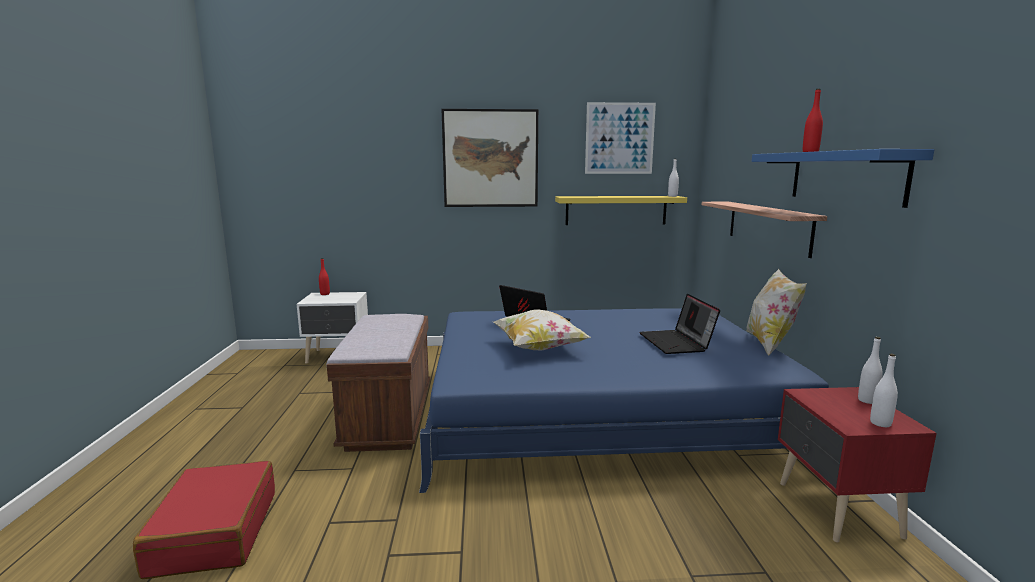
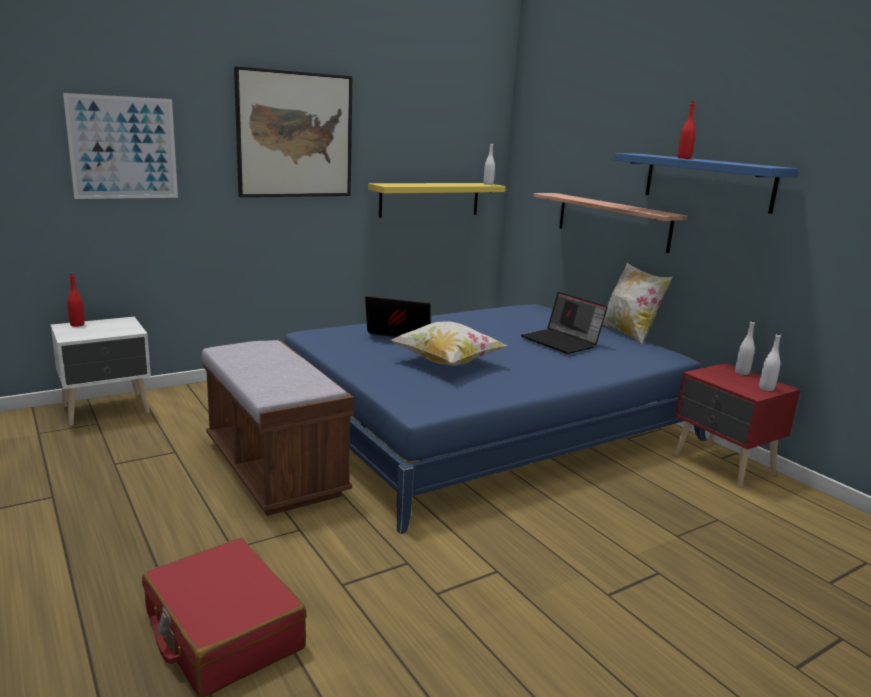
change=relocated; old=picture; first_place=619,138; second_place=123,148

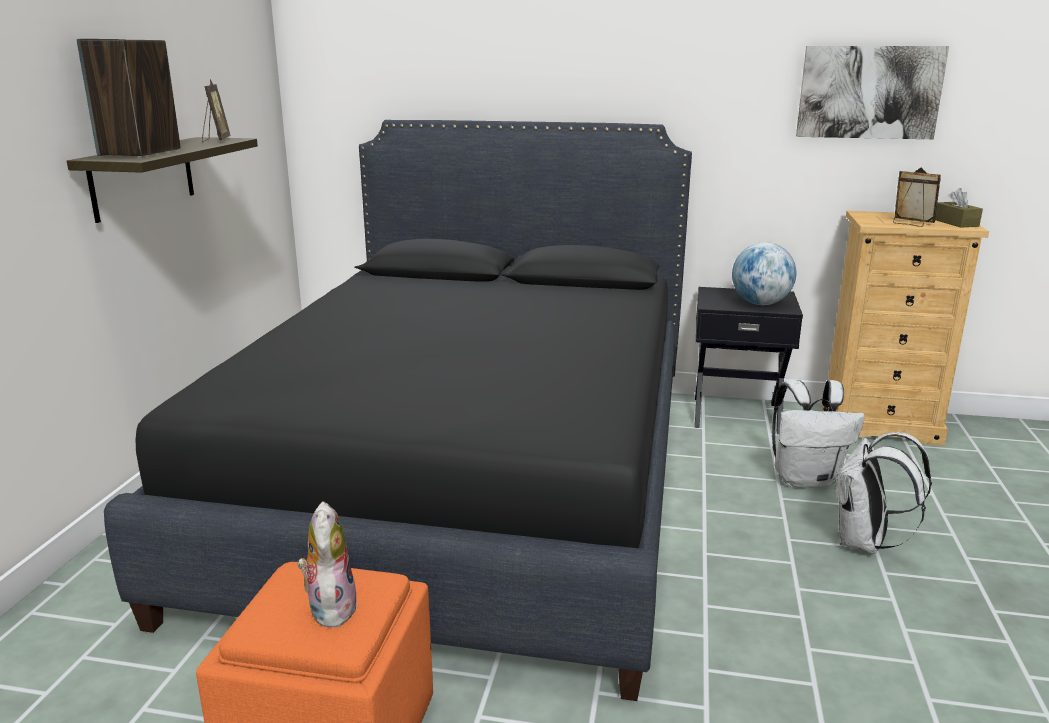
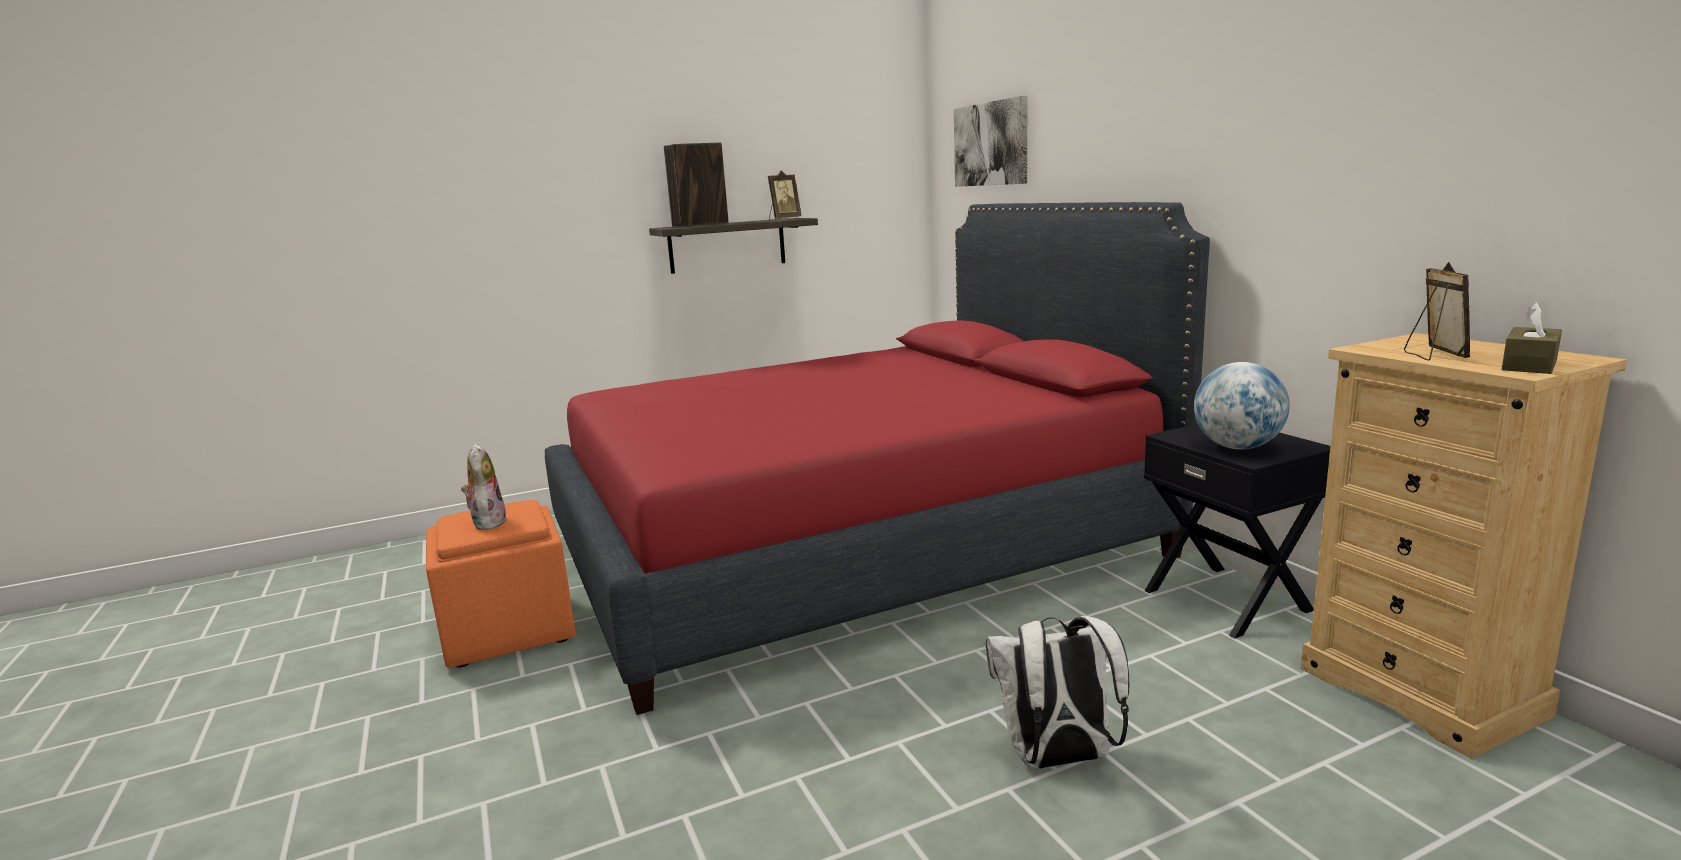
change=spun; old=plush toy; first_place=330,607; second_place=487,522; degrees=-60
change=colour; old=bed (black); new=bed (red); first_place=469,484; second_place=854,548
change=relocated; old=picture; first_place=869,92; second_place=991,144
change=missing; old=backpack (white); first_place=805,479

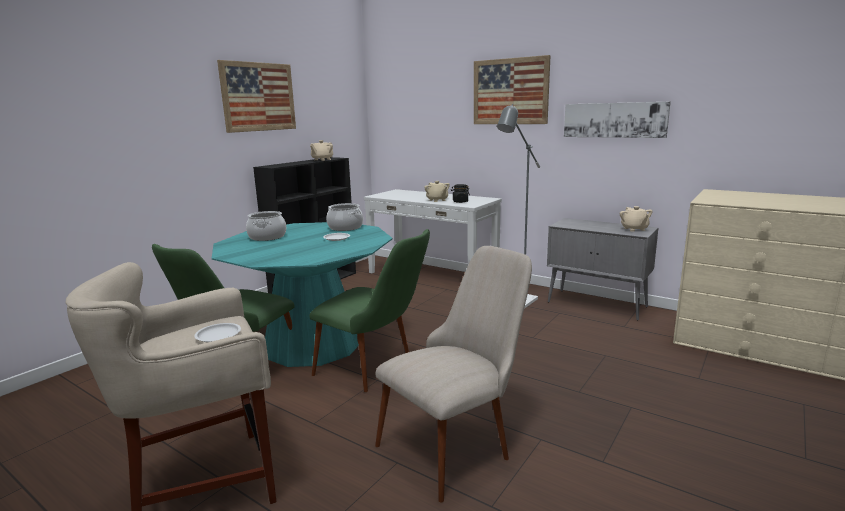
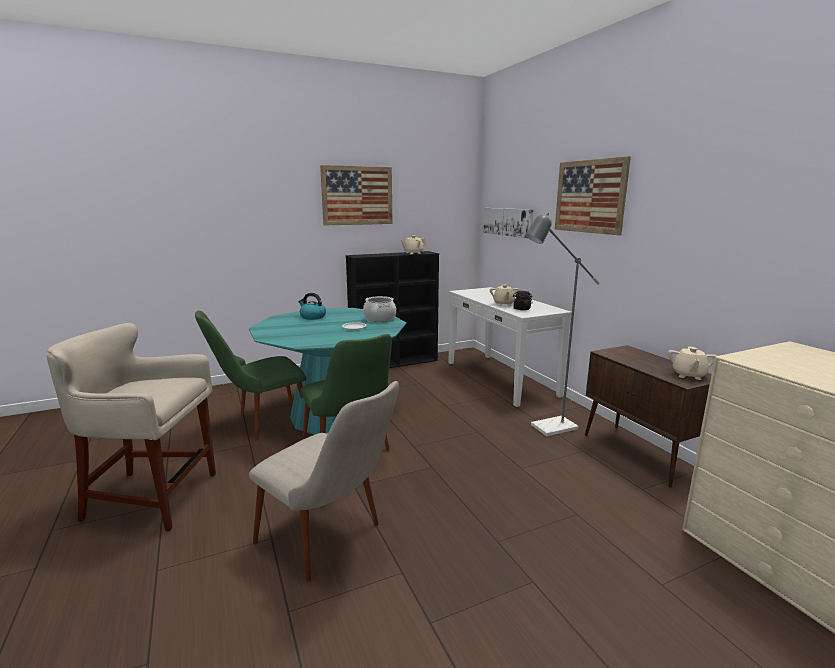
change=spun; old=chair (beige); first_place=457,442; second_place=332,542; degrees=45
change=exchanged; old=cooking pot; new=kettle; first_place=267,237; second_place=312,317
change=relocated; old=picture; first_place=614,120; second_place=508,222
change=colour; old=cabinet (grey); new=cabinet (brown); first_place=597,304; second_place=641,454
change=missing; old=plate (white); first_place=219,335

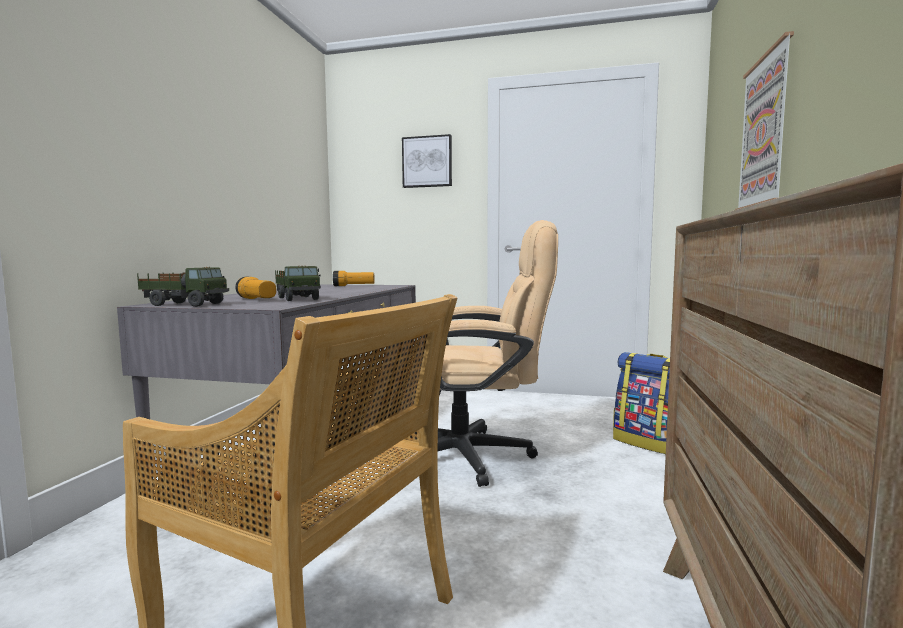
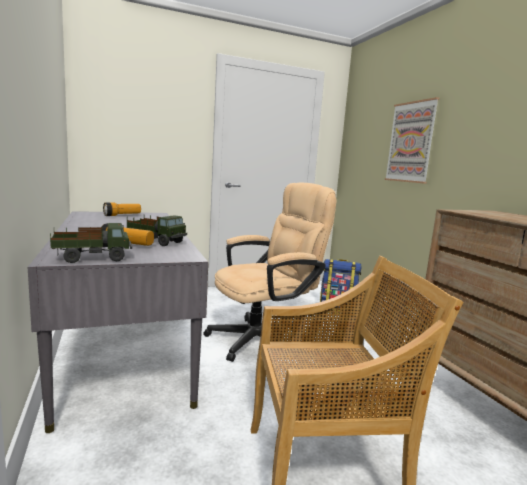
change=missing; old=picture; first_place=427,162

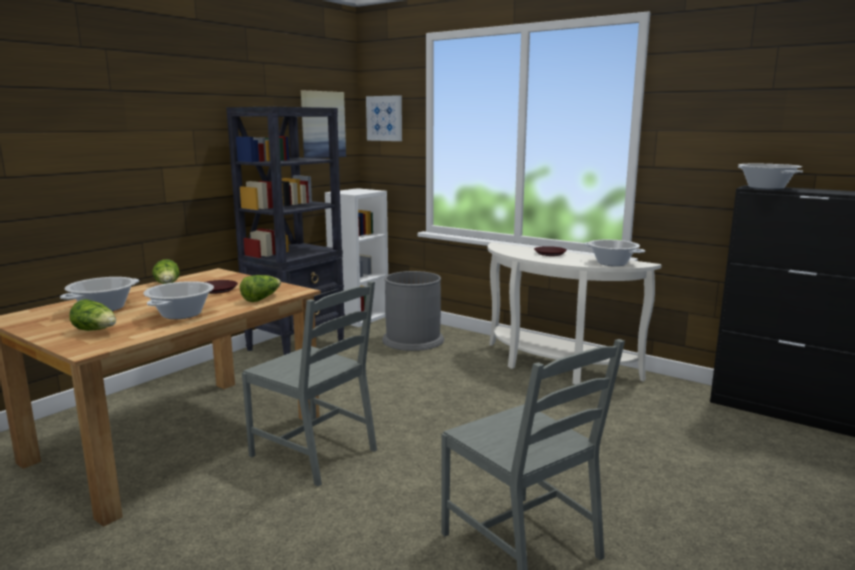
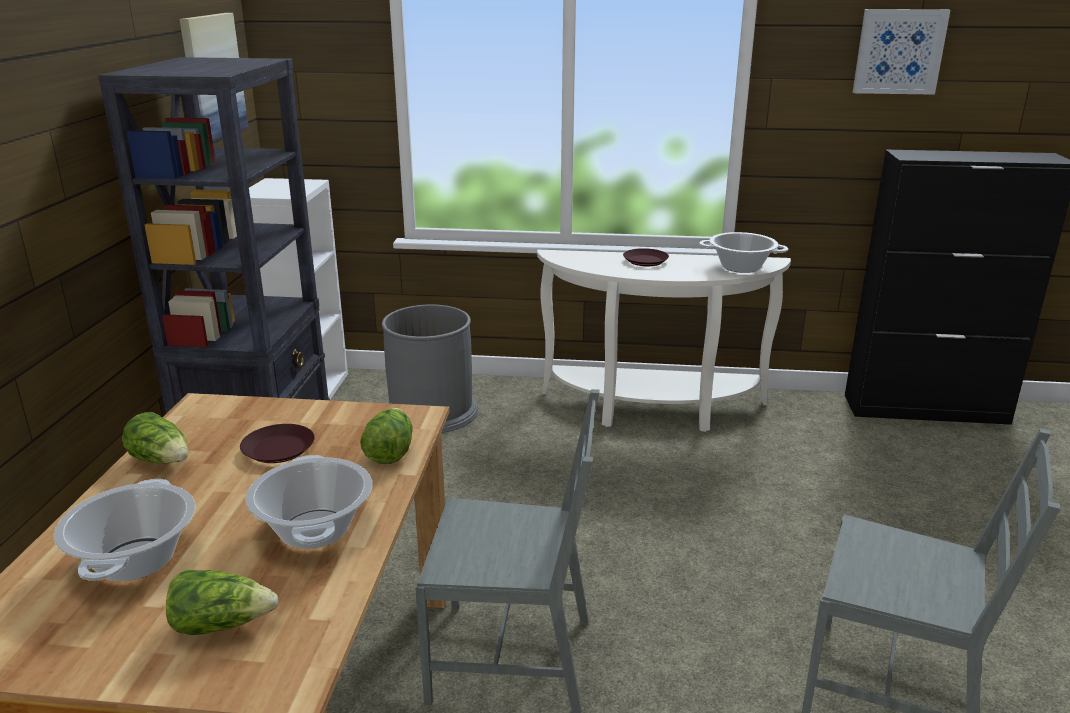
change=relocated; old=picture; first_place=384,118; second_place=899,52
change=missing; old=cooking pot; first_place=766,188

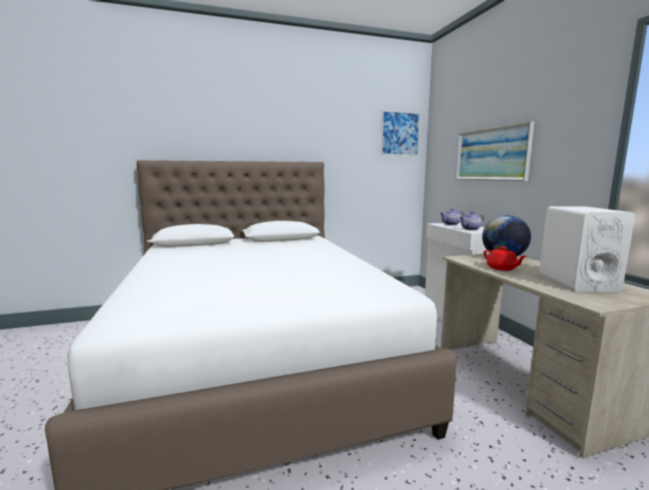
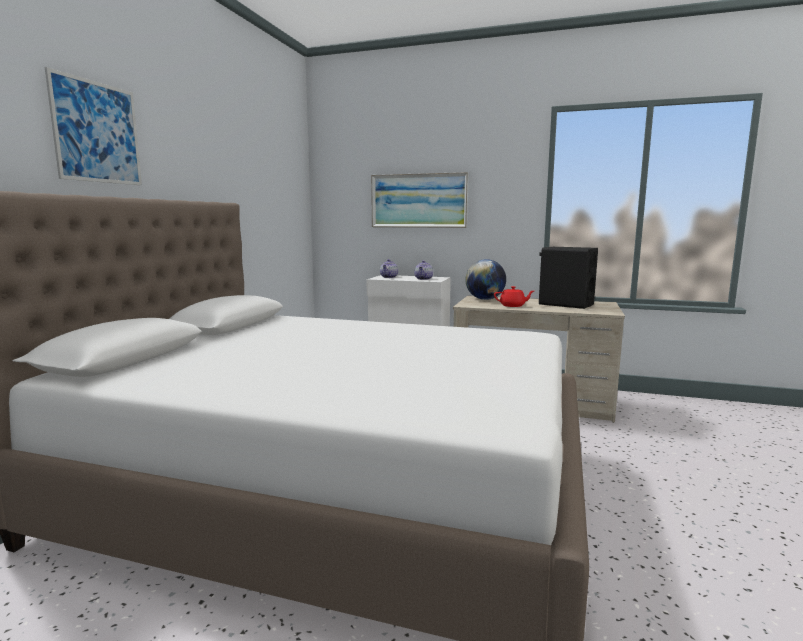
change=relocated; old=picture; first_place=400,133; second_place=97,132
change=colour; old=speaker (white); new=speaker (black); first_place=576,282; second_place=565,304

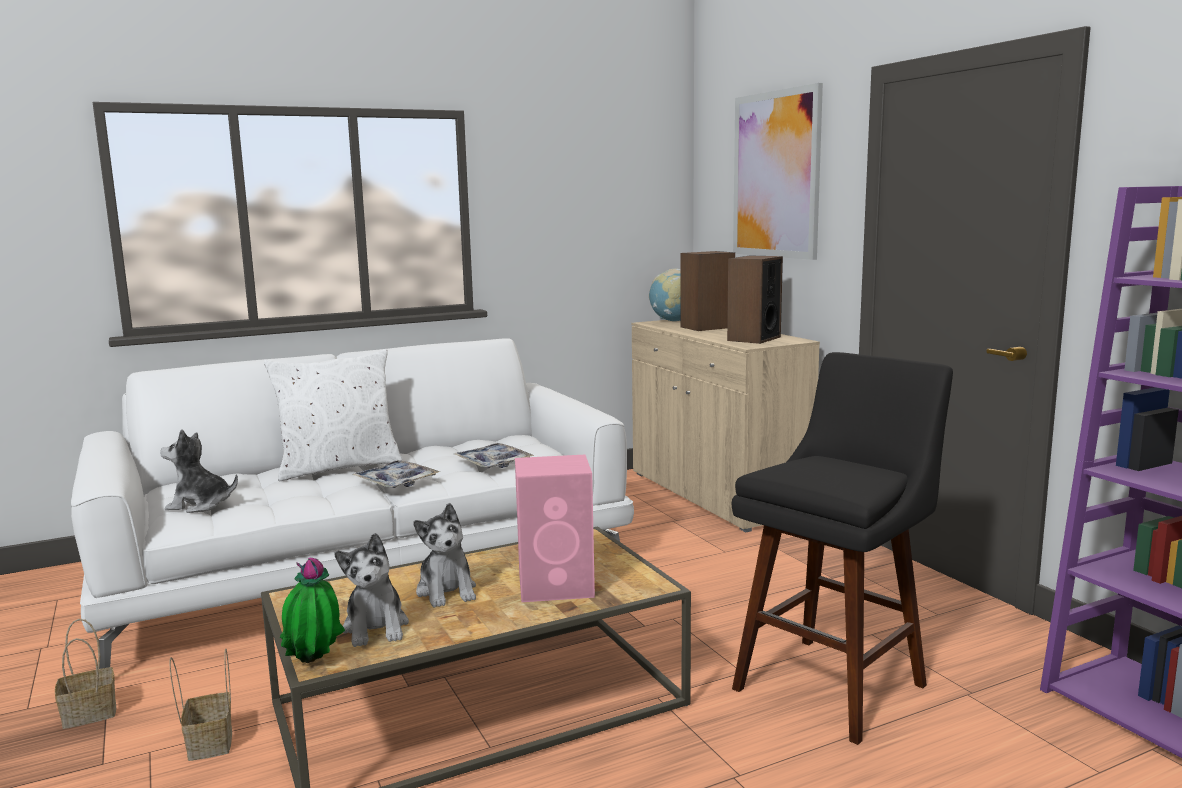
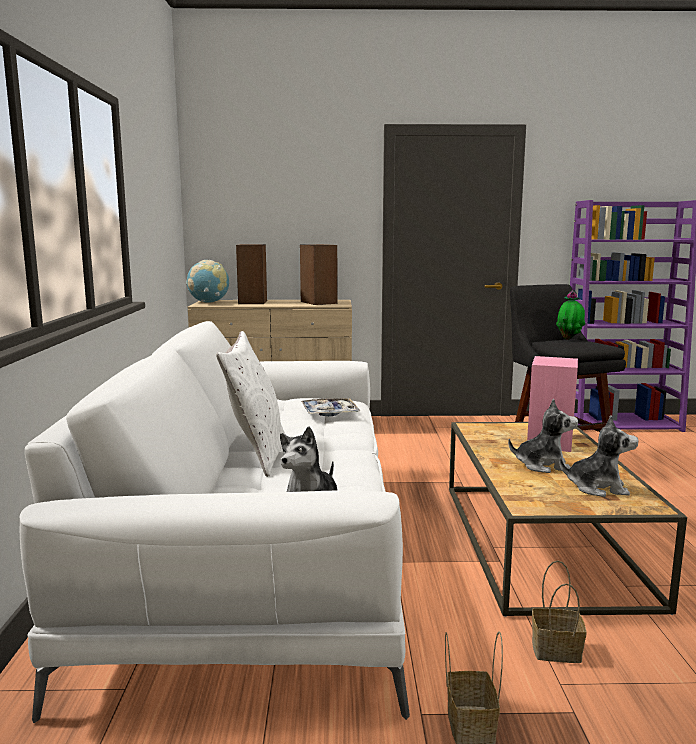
change=relocated; old=potted plant; first_place=314,663; second_place=569,339
change=missing; old=tray; first_place=396,482
change=missing; old=picture; first_place=776,175

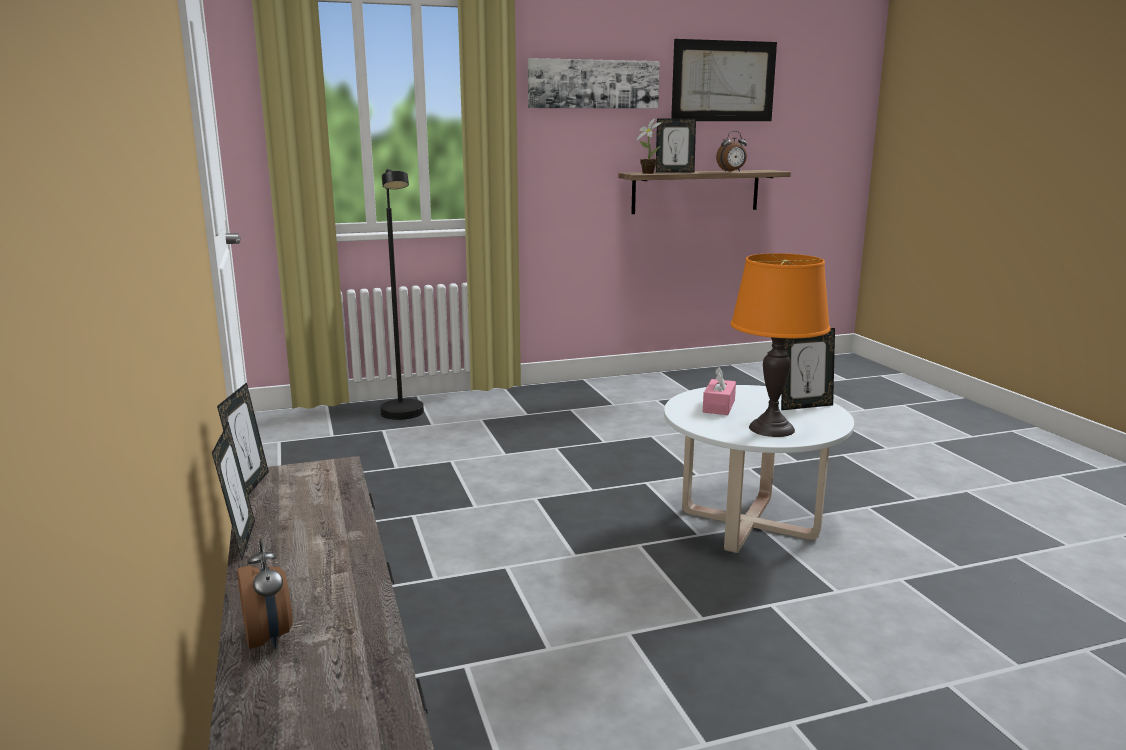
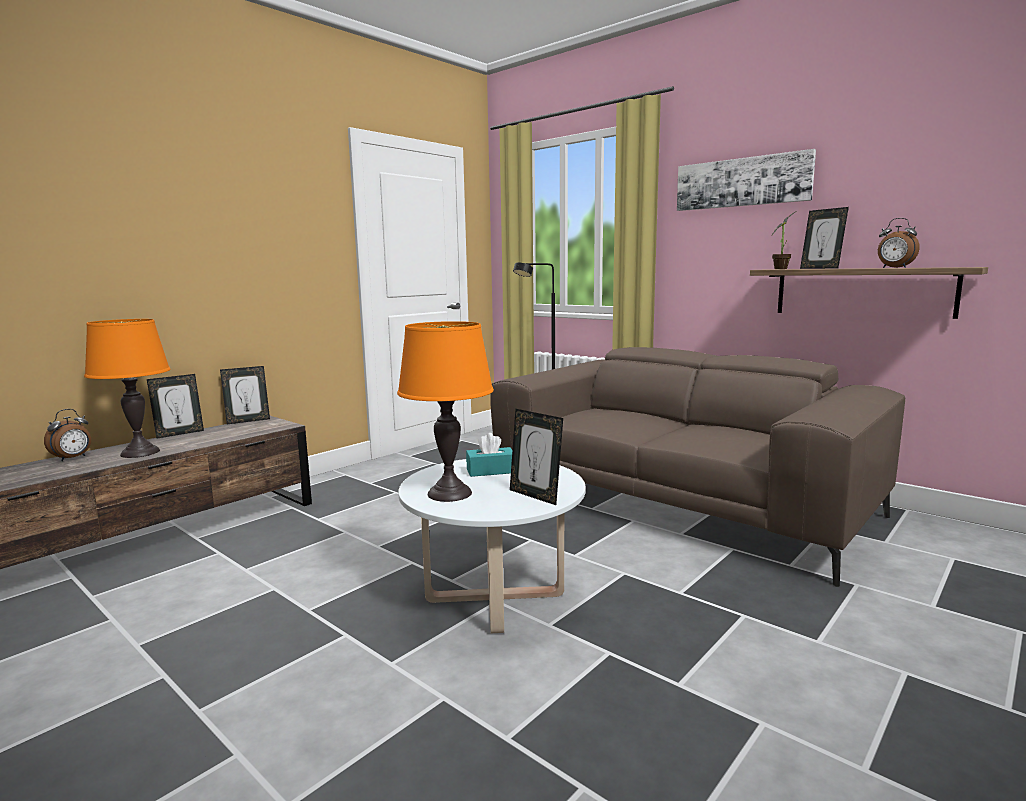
change=appeared; new=table lamp (orange); second_place=140,453
change=colour; old=tissue box (pink); new=tissue box (turquoise); first_place=719,406; second_place=490,471
change=appeared; new=sofa (brown); second_place=678,501
change=missing; old=picture; first_place=723,81

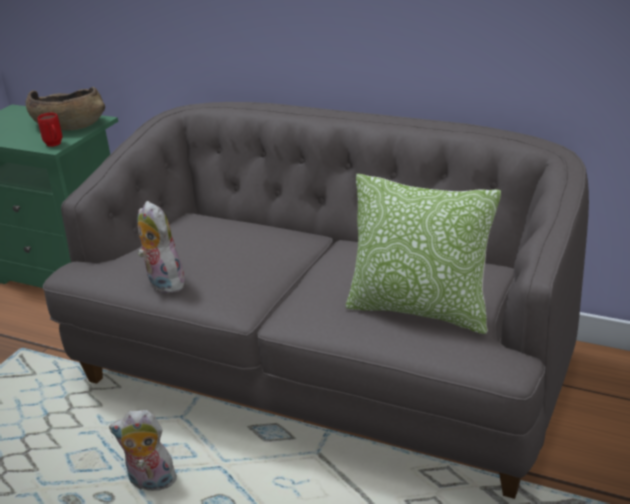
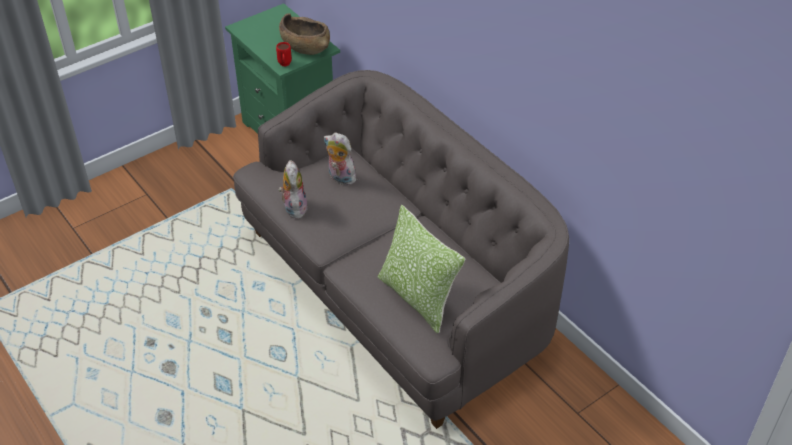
change=relocated; old=plush toy; first_place=150,483; second_place=340,178

